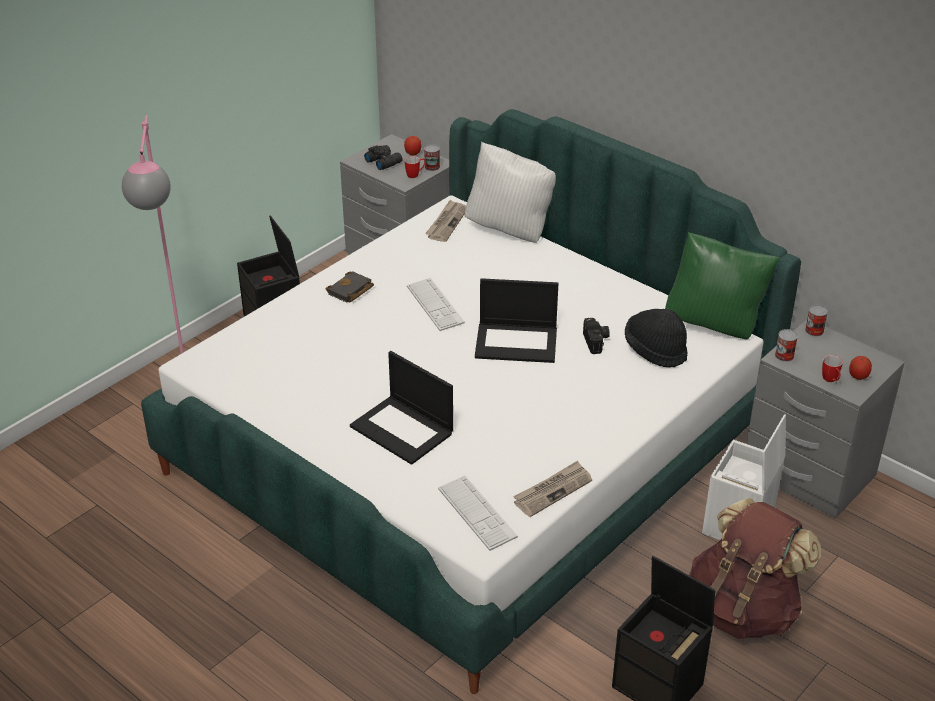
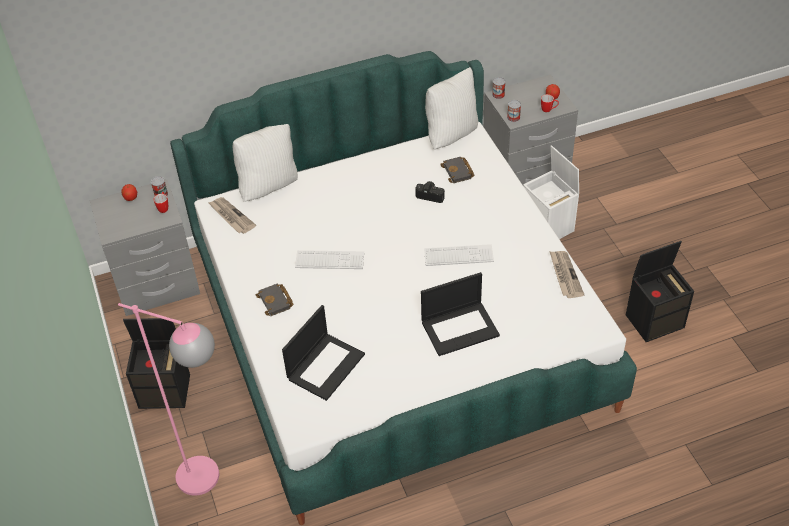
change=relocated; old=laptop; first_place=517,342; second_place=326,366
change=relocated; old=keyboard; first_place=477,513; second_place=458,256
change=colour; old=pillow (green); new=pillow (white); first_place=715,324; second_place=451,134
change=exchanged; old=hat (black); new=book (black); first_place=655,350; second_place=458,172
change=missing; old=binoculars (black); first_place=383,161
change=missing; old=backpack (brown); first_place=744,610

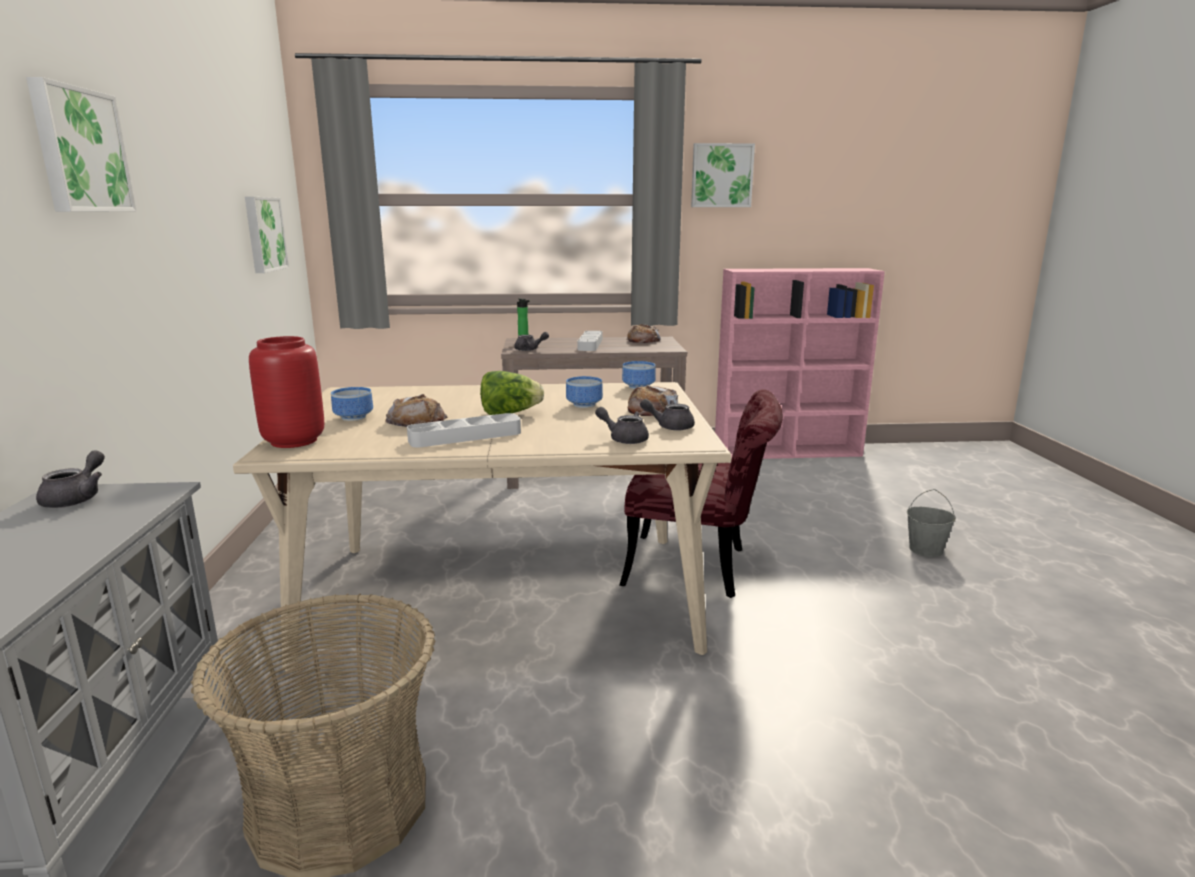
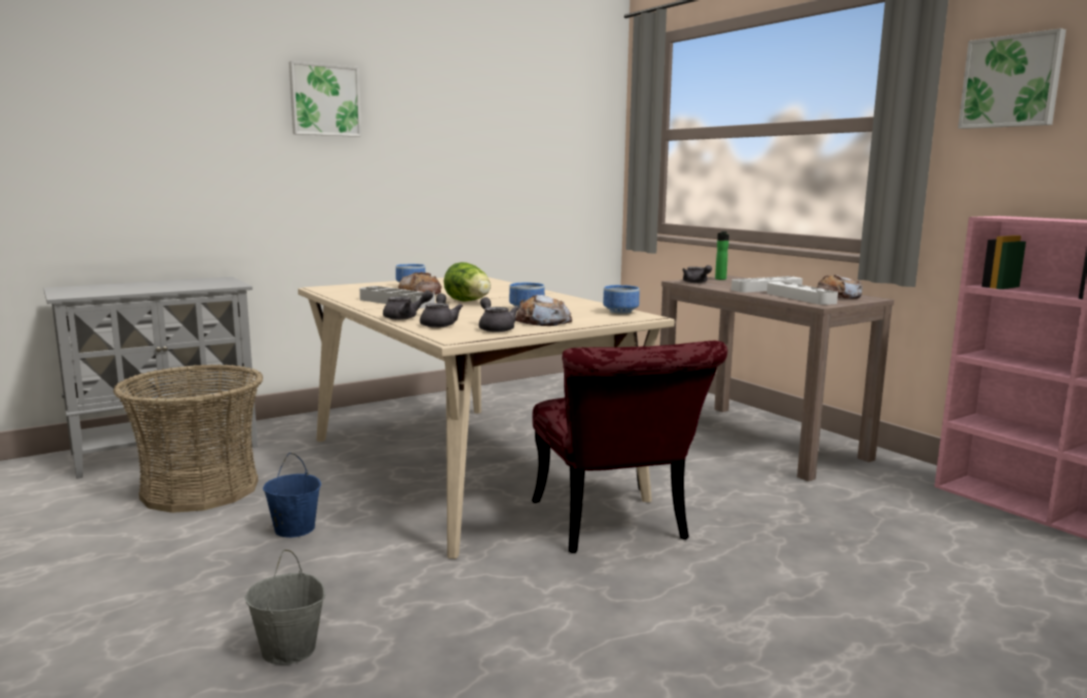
change=relocated; old=bucket (grey); first_place=926,550; second_place=290,650
change=appeared; new=bucket (blue); second_place=294,529
change=relocated; old=teapot (grey); first_place=77,498; second_place=406,317
change=appeared; new=tray (grey); second_place=800,298
change=missing; old=picture; first_place=263,234
change=missing; old=vase (red); first_place=292,441

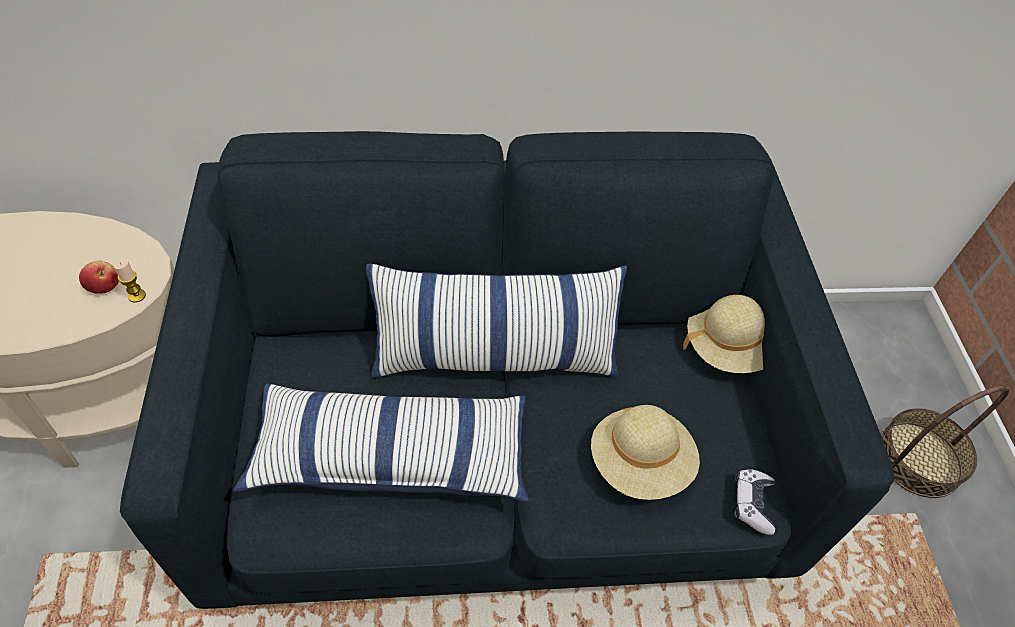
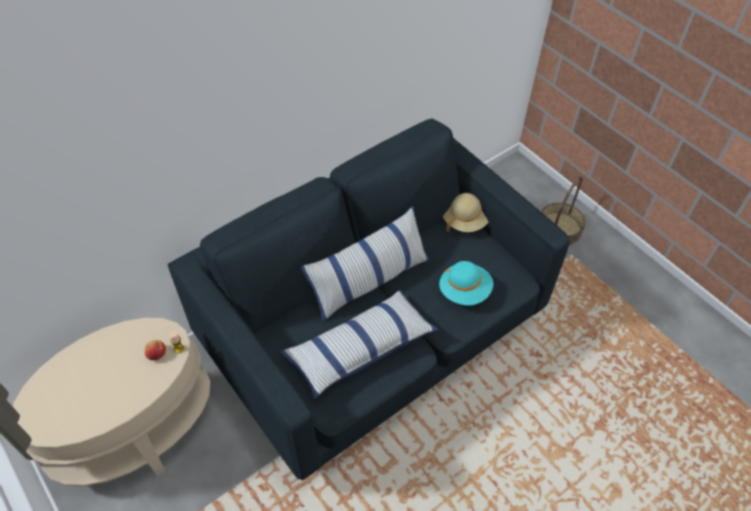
change=colour; old=hat (beige); new=hat (turquoise); first_place=640,463; second_place=464,291
change=missing; old=game controller; first_place=752,504

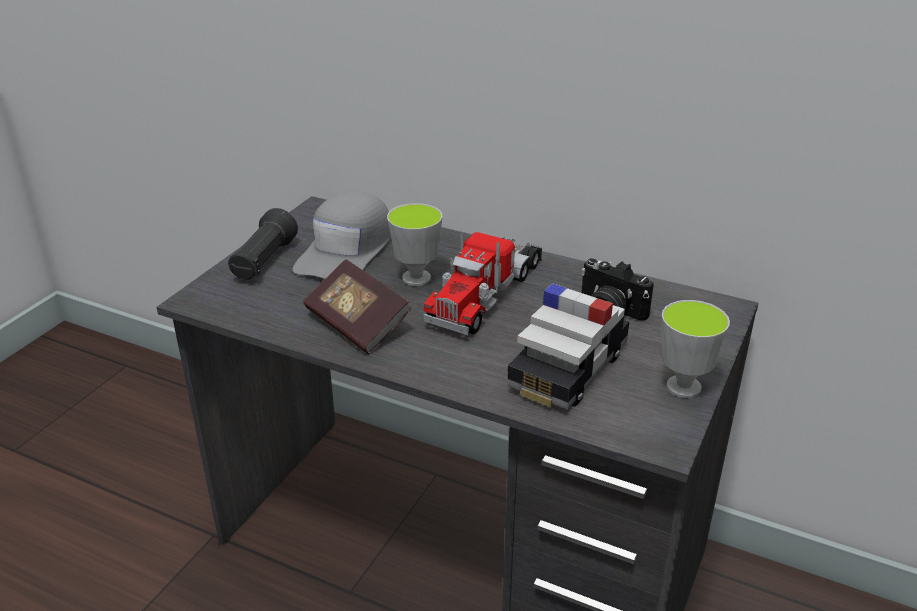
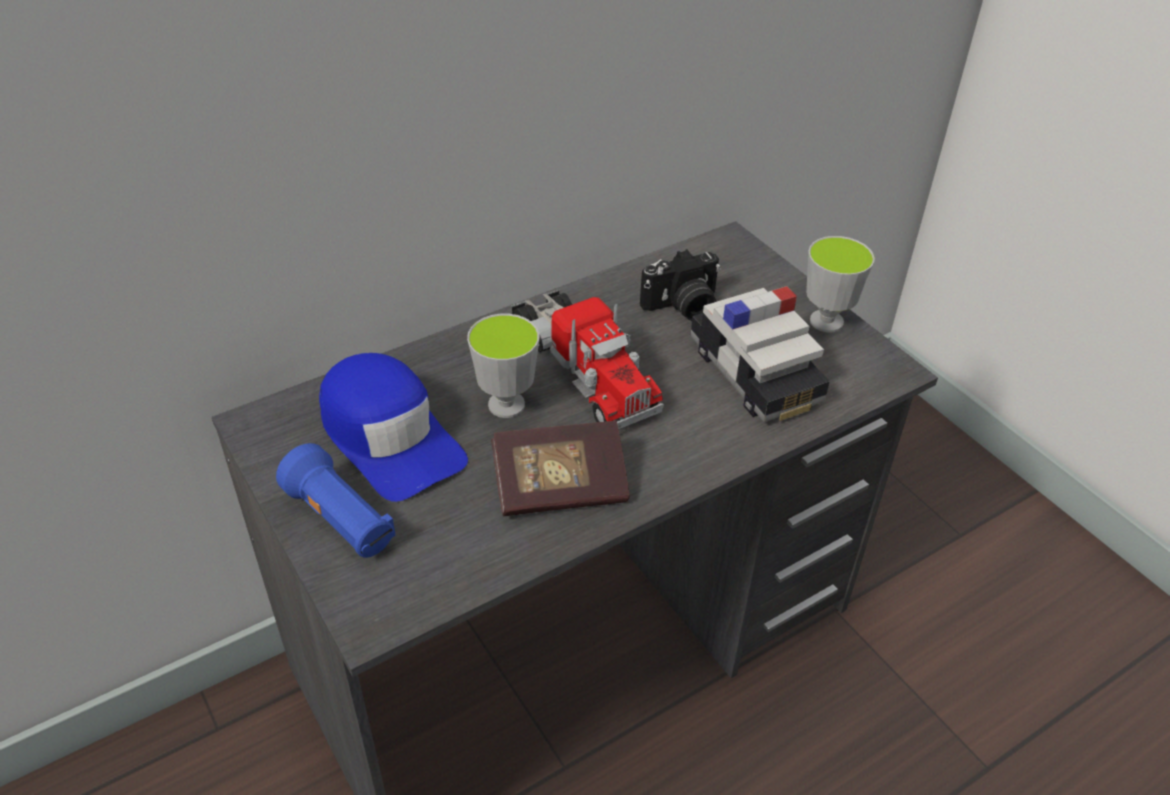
change=colour; old=flashlight (black); new=flashlight (blue); first_place=263,262; second_place=341,521
change=colour; old=cap (grey); new=cap (blue); first_place=346,251; second_place=390,437

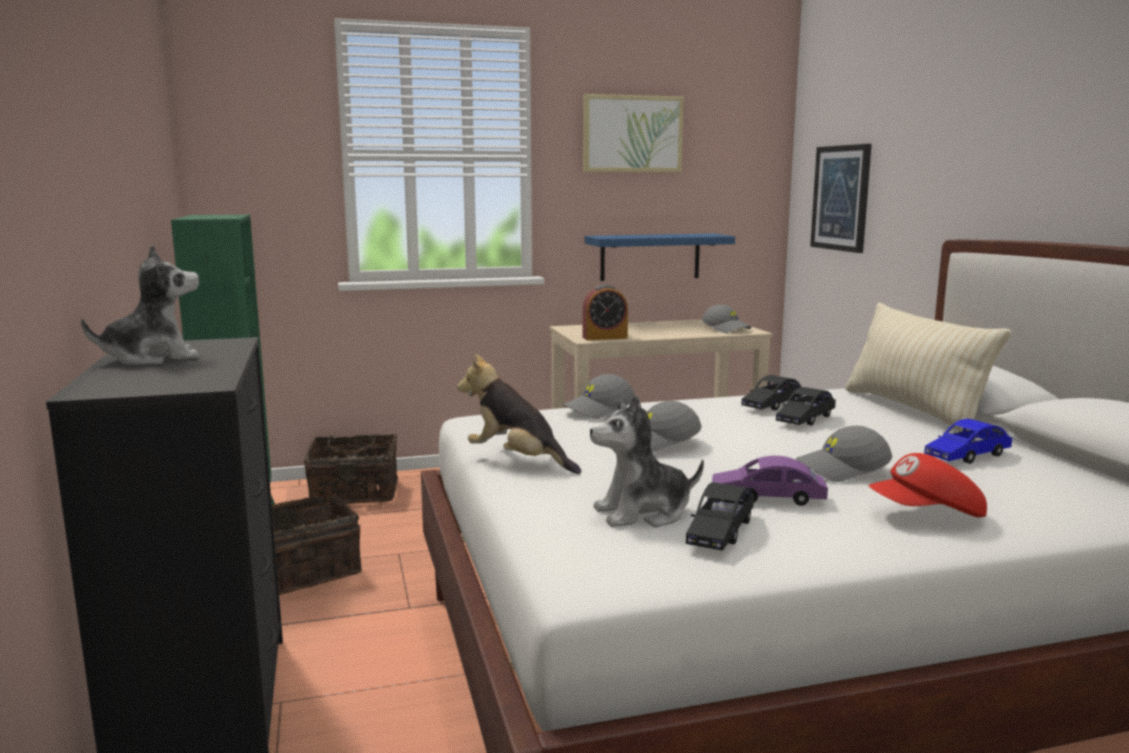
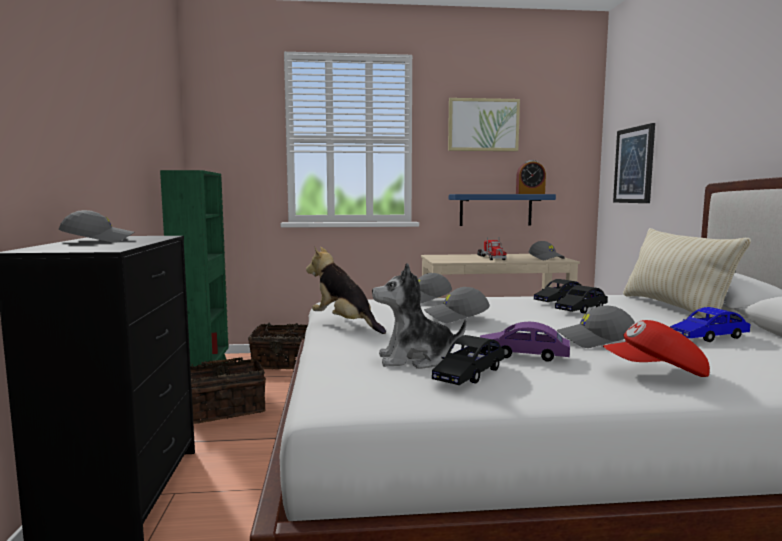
change=exchanged; old=plush toy; new=cap (grey); first_place=152,358; second_place=98,240
change=appeared; new=toy truck; second_place=491,258
change=relocated; old=alarm clock; first_place=604,337; second_place=530,194

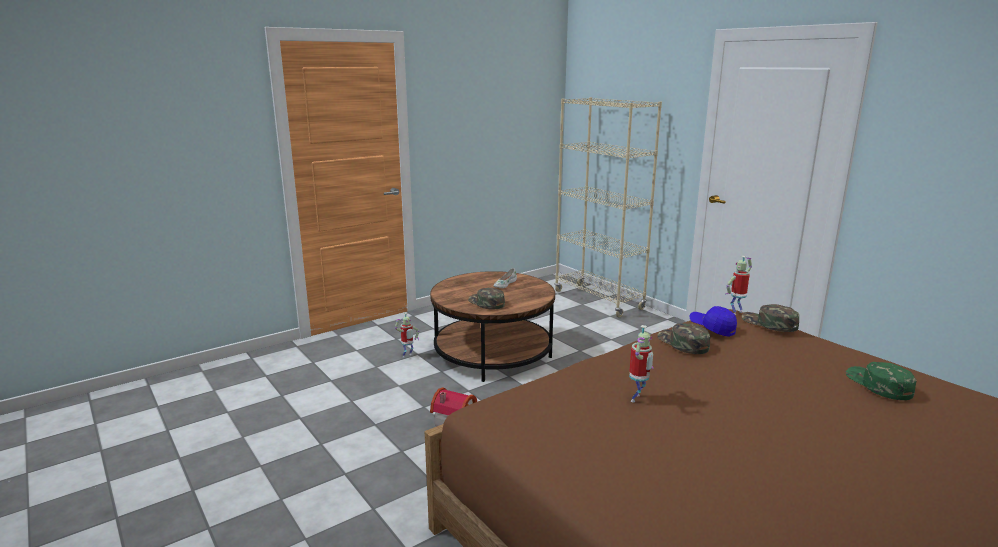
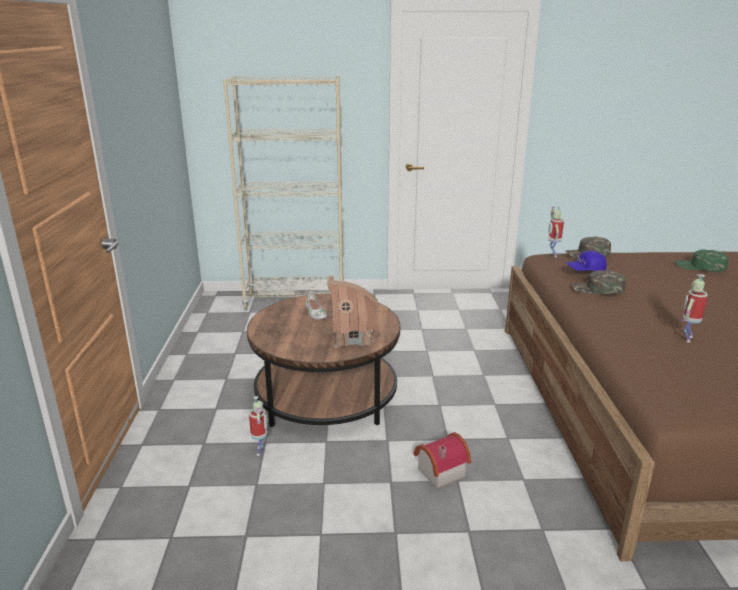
change=exchanged; old=cap (green); new=toy house; first_place=486,303; second_place=352,337
change=spun; old=toy robot; first_place=637,399; second_place=686,338; degrees=-120

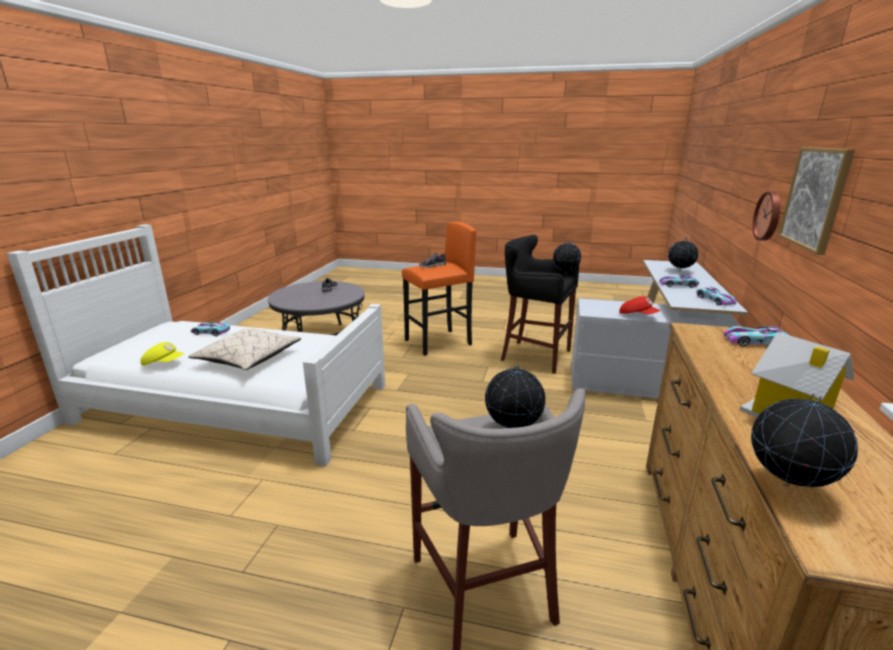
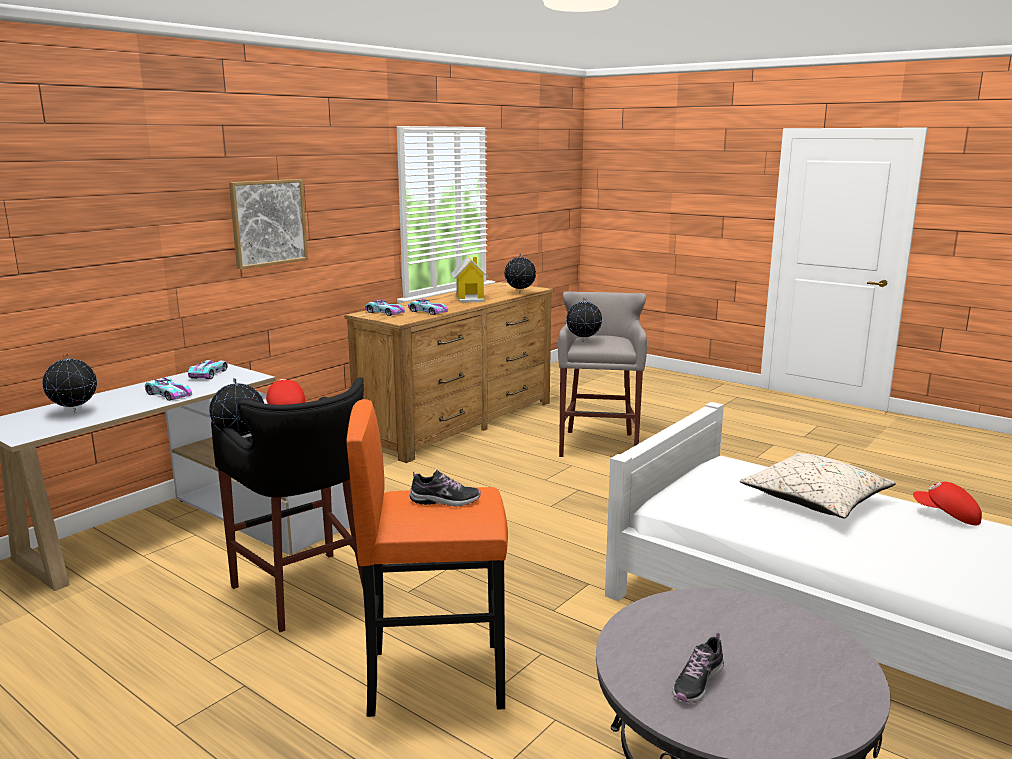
change=relocated; old=toy car; first_place=211,332; second_place=428,311
change=colour; old=cap (yellow); new=cap (red); first_place=164,363; second_place=946,516
change=missing; old=wall clock; first_place=769,216

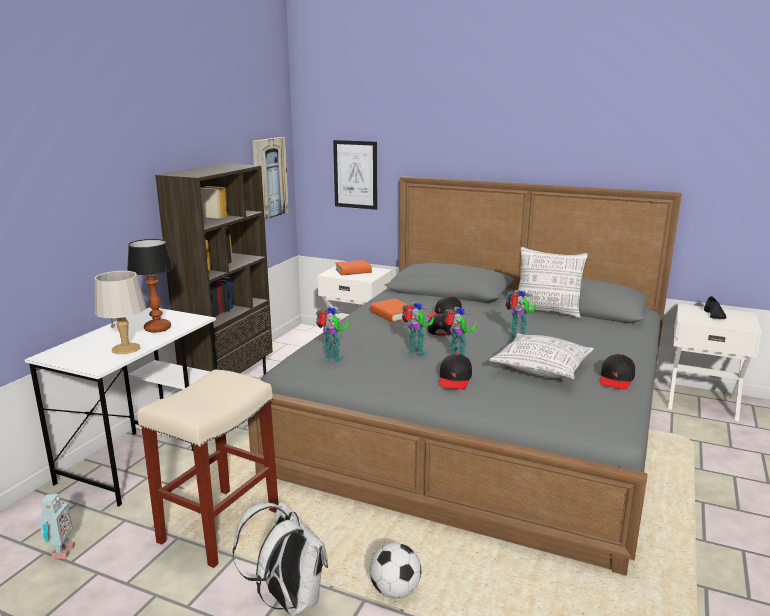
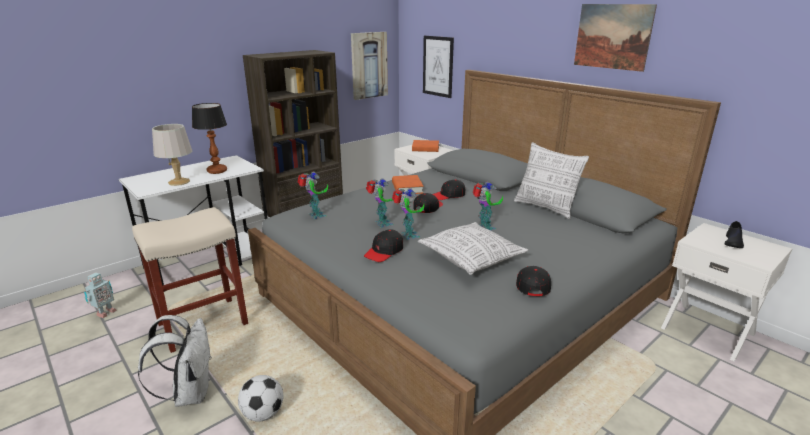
change=spun; old=cap (black); first_place=616,379; second_place=532,285; degrees=135
change=appeared; new=picture; second_place=612,36

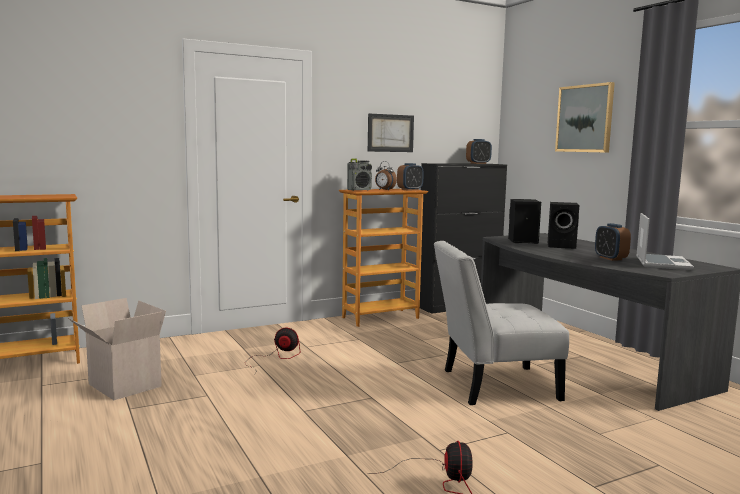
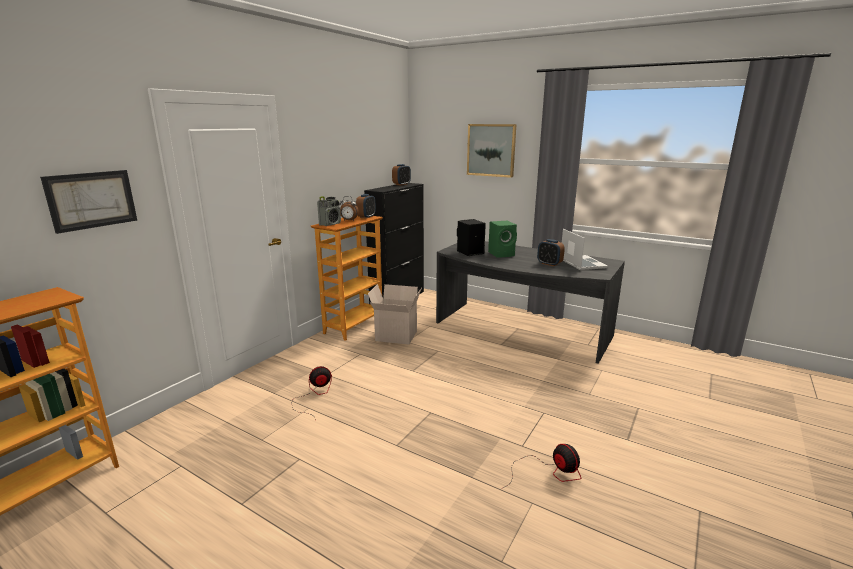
change=relocated; old=picture; first_place=390,133; second_place=92,200
change=relocated; old=cardboard box; first_place=122,385; second_place=395,336
change=colour; old=speaker (black); new=speaker (green); first_place=562,246; second_place=502,254
change=missing; old=chair (white); first_place=493,385

